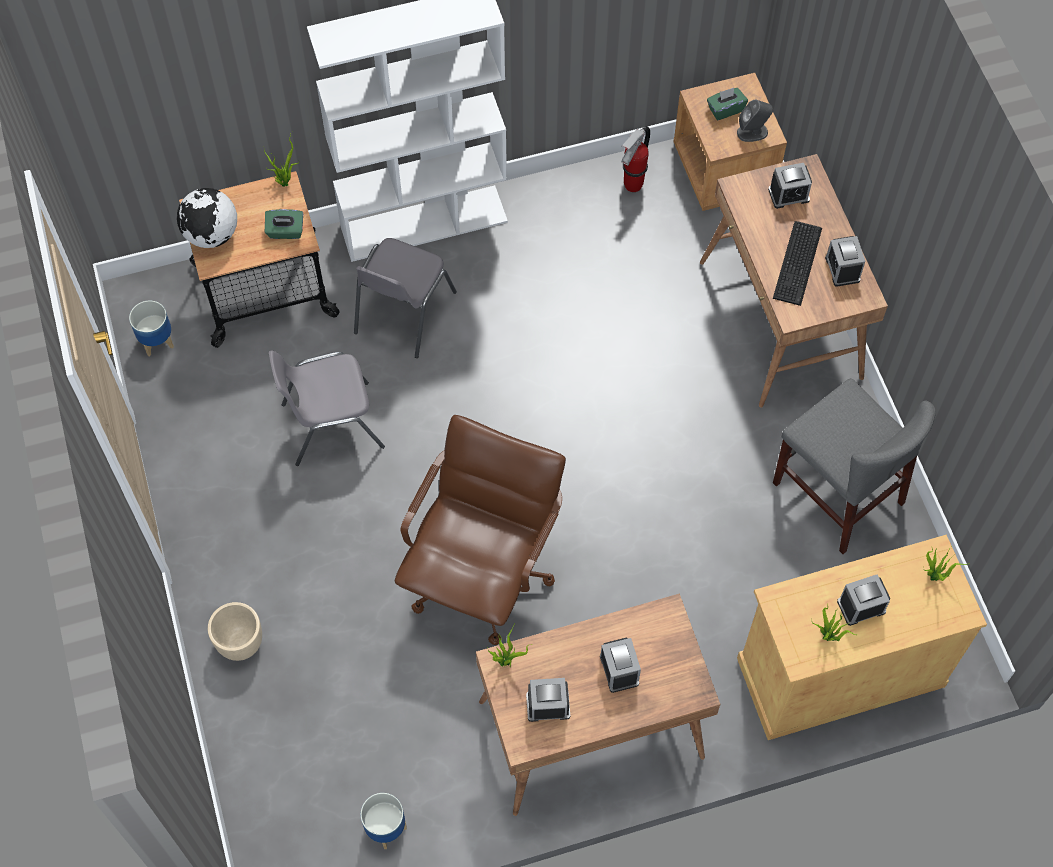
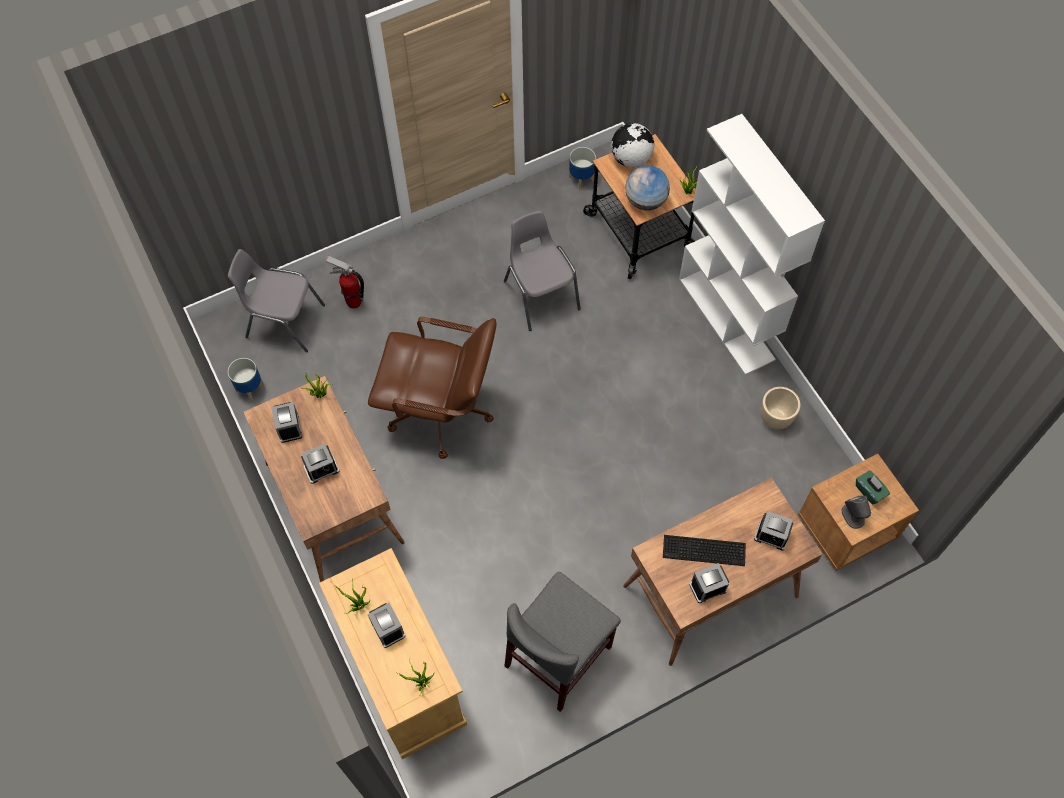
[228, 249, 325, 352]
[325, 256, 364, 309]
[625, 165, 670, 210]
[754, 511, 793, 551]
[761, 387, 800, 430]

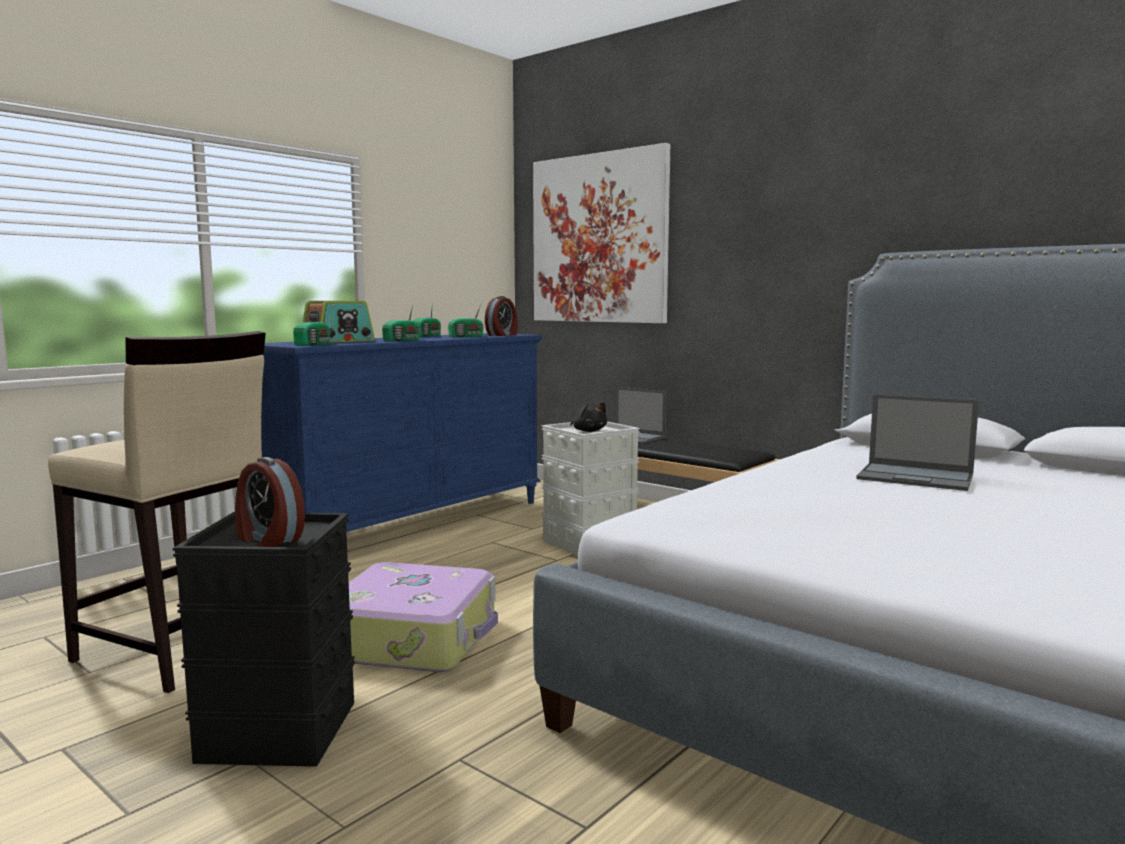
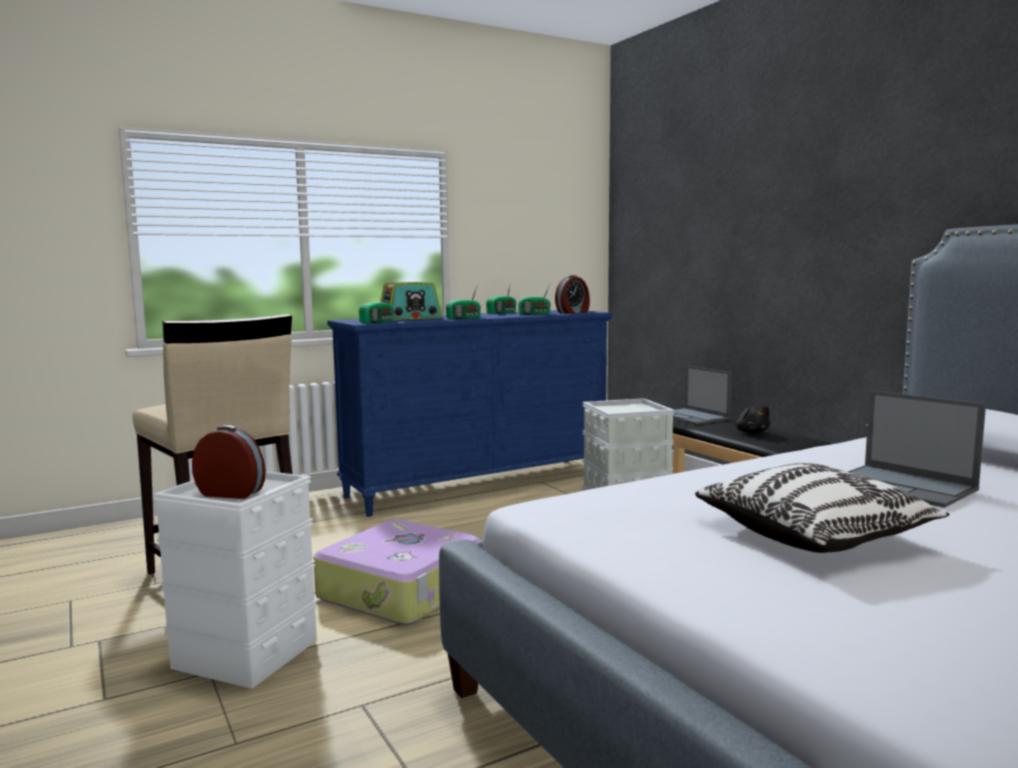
[153, 471, 317, 689]
[192, 425, 266, 499]
[695, 463, 949, 553]
[735, 406, 770, 434]
[533, 143, 670, 323] (first image)

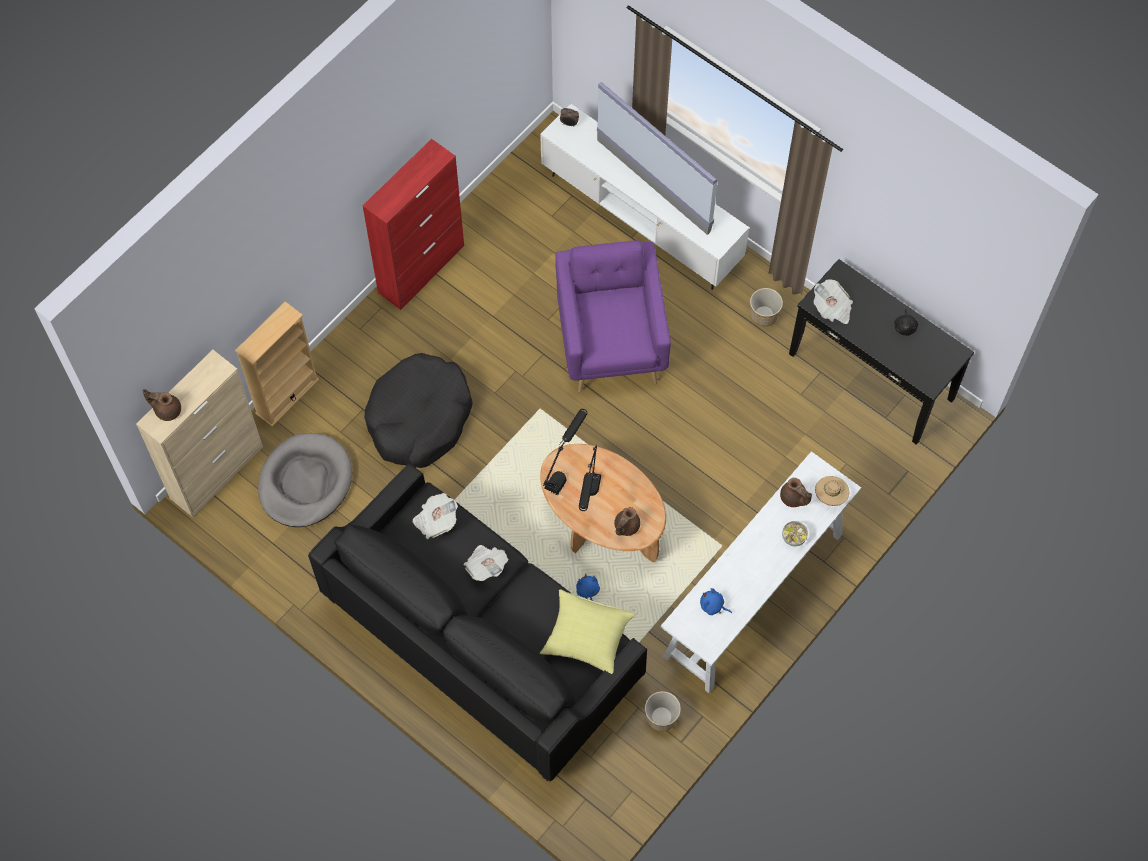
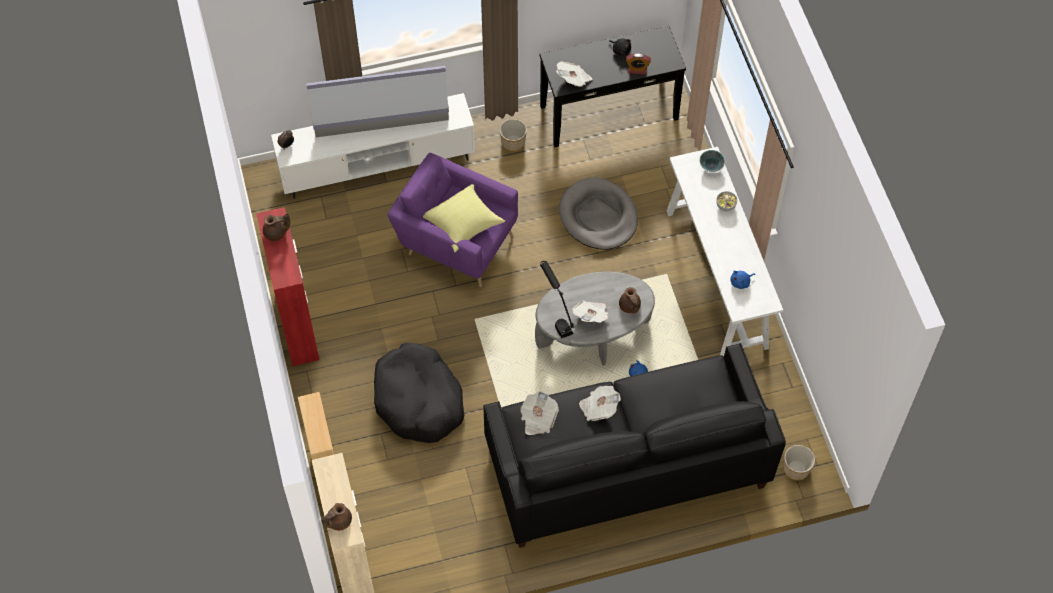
[263, 213, 290, 241]
[423, 184, 505, 252]
[535, 272, 655, 366]
[559, 177, 638, 250]
[572, 301, 608, 323]
[626, 54, 651, 75]
[699, 150, 725, 172]
[784, 445, 815, 480]

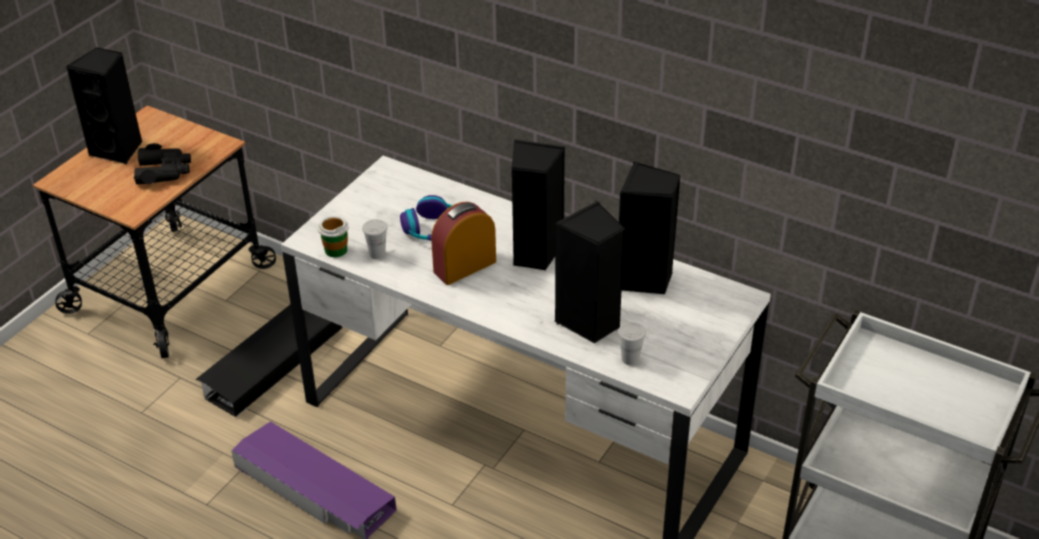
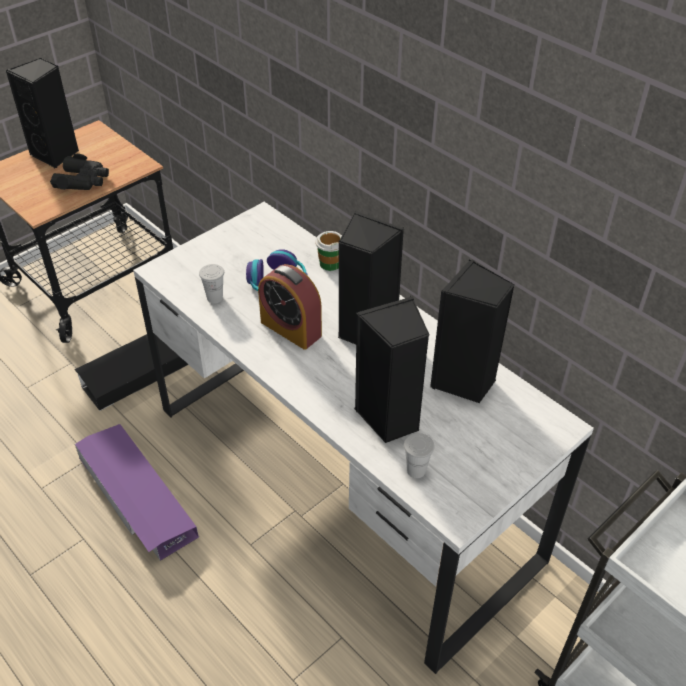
[258, 264, 322, 350]
[315, 231, 342, 271]

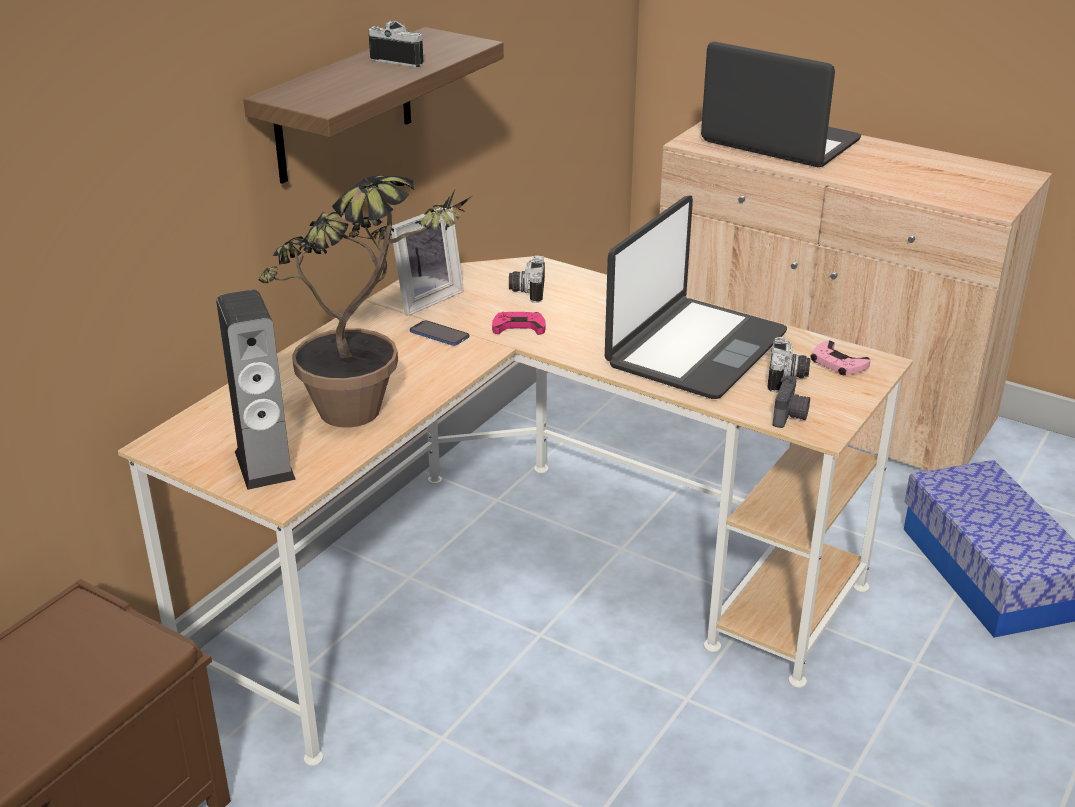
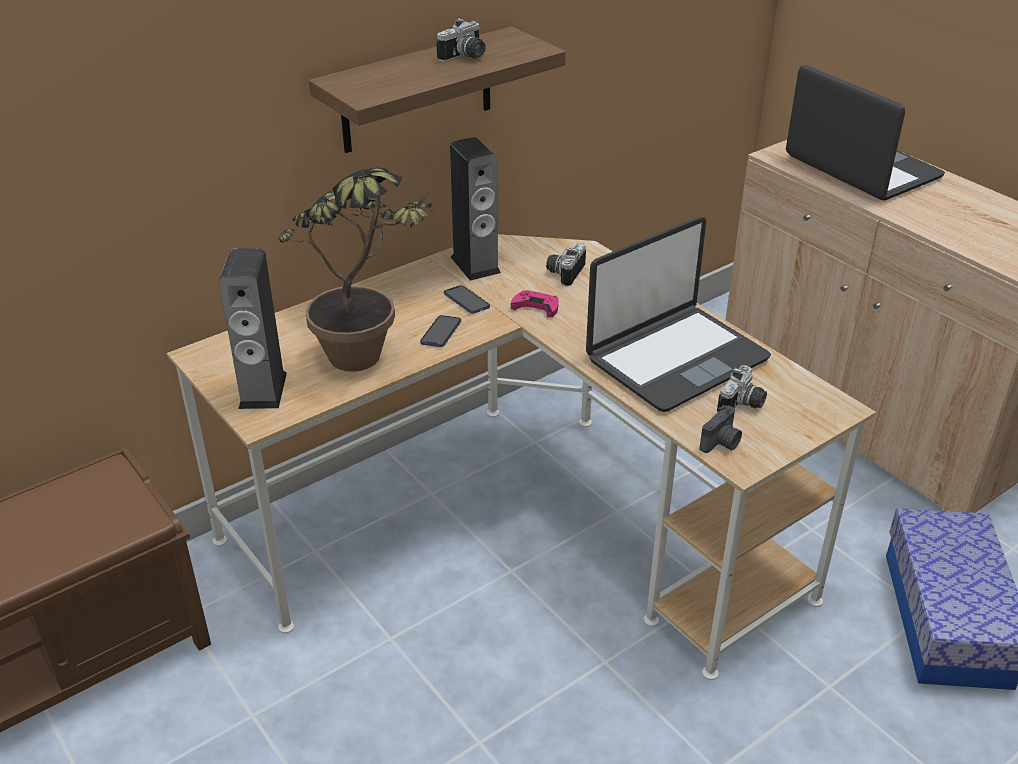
[420, 315, 461, 347]
[436, 18, 486, 62]
[450, 137, 501, 281]
[811, 340, 870, 375] (first image)

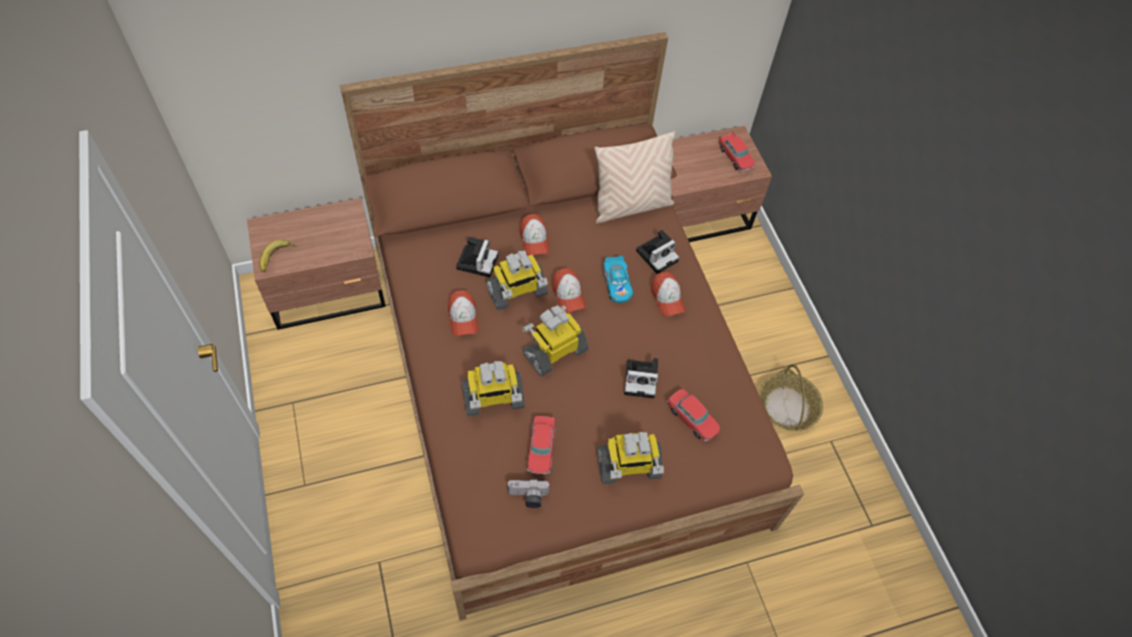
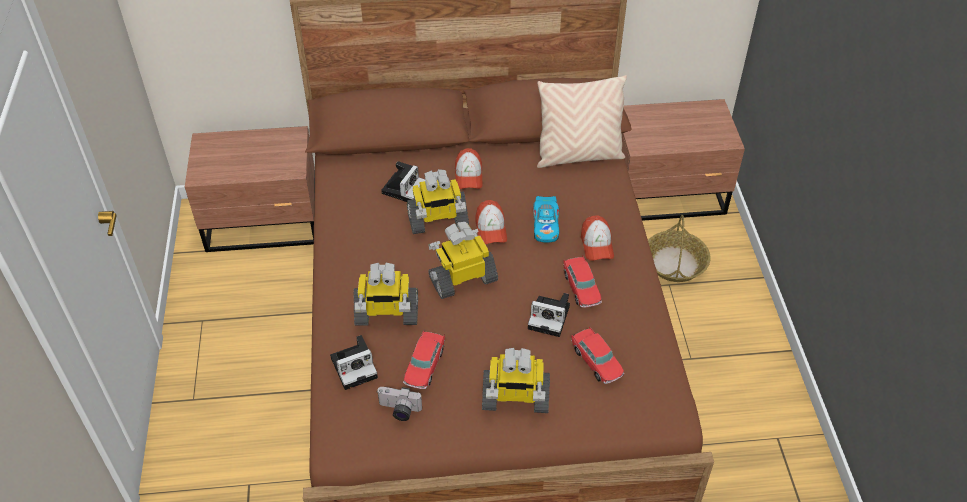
[330, 335, 378, 390]
[563, 256, 602, 307]
[648, 215, 711, 282]
[259, 239, 297, 272] (first image)
[448, 290, 479, 336] (first image)

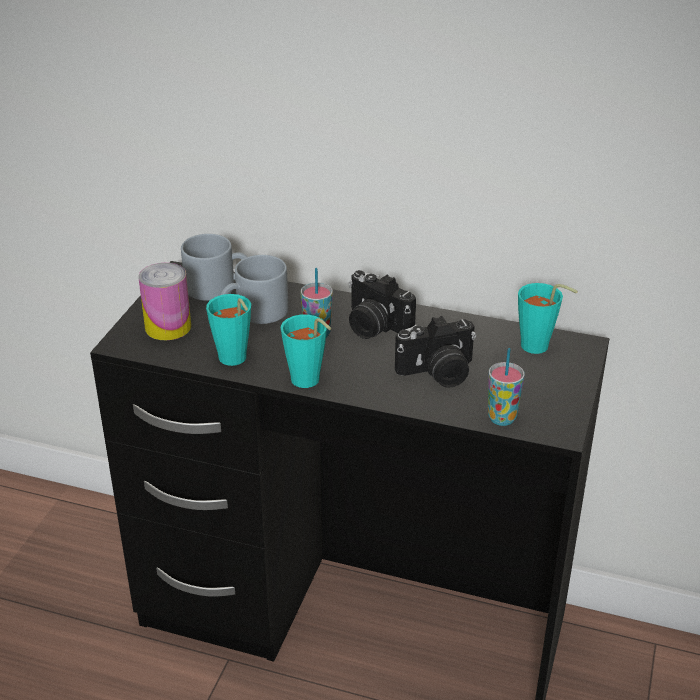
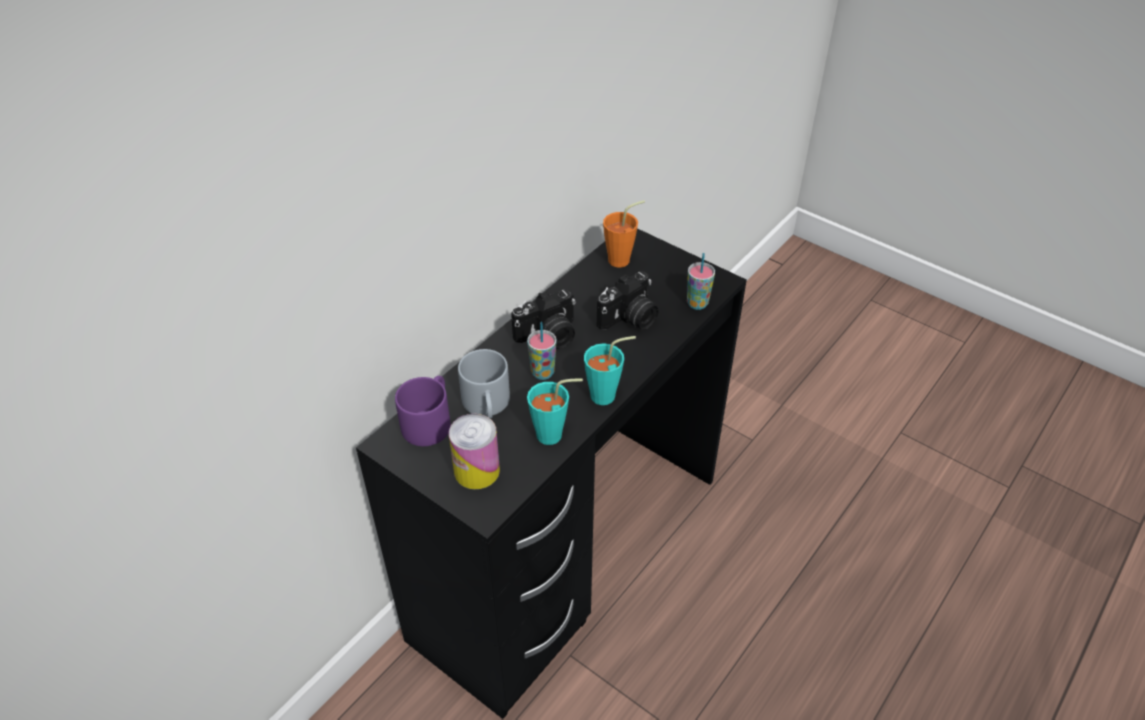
[395, 376, 451, 446]
[596, 271, 659, 330]
[603, 200, 645, 268]

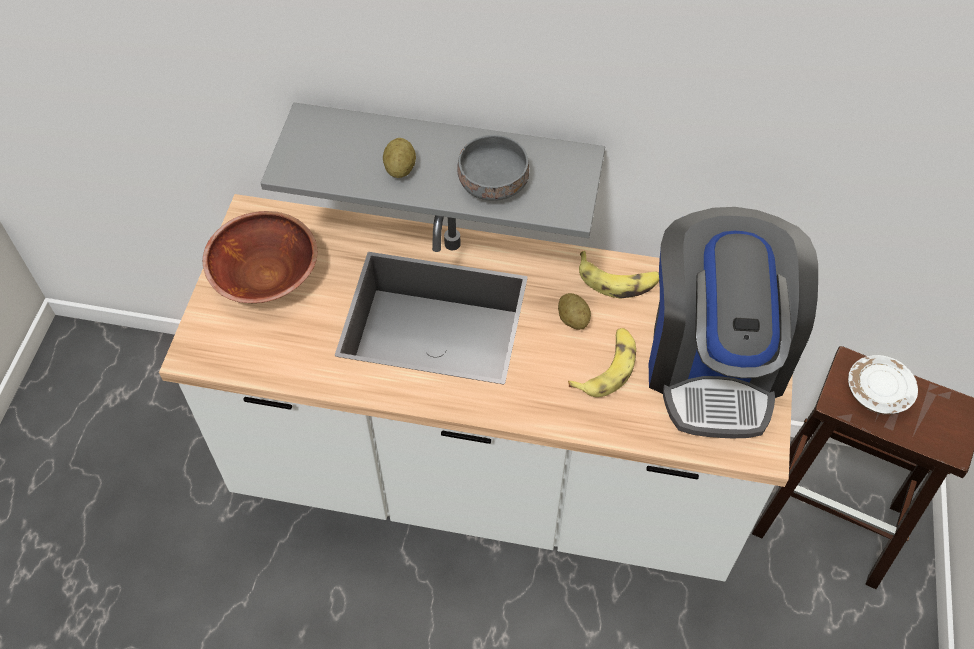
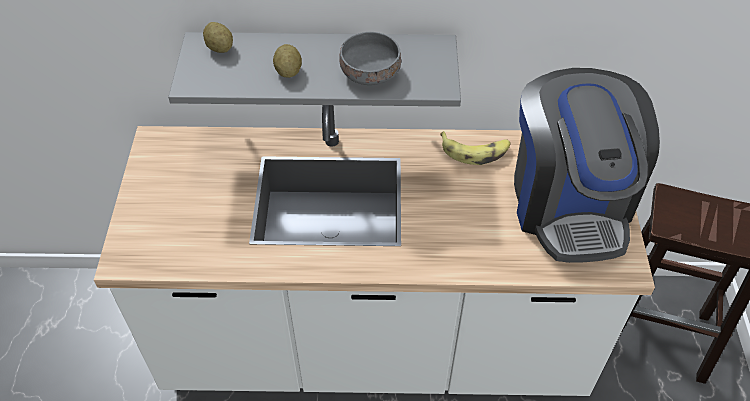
[203, 22, 233, 53]
[203, 211, 317, 303] (first image)
[568, 328, 636, 397] (first image)
[848, 355, 918, 415] (first image)

